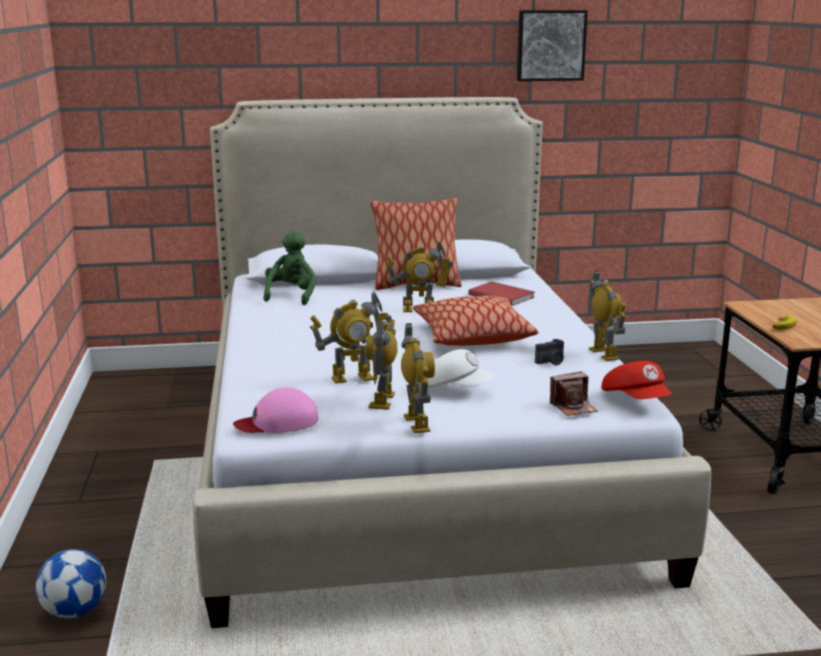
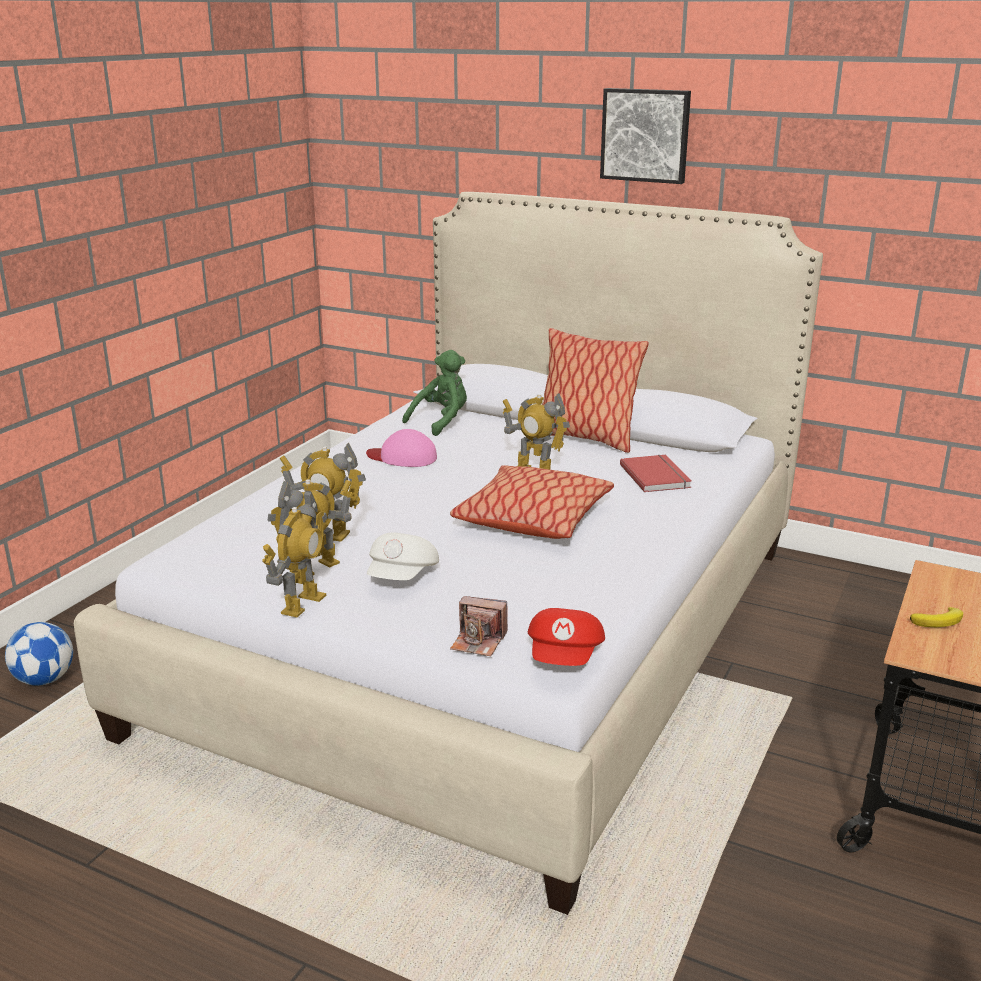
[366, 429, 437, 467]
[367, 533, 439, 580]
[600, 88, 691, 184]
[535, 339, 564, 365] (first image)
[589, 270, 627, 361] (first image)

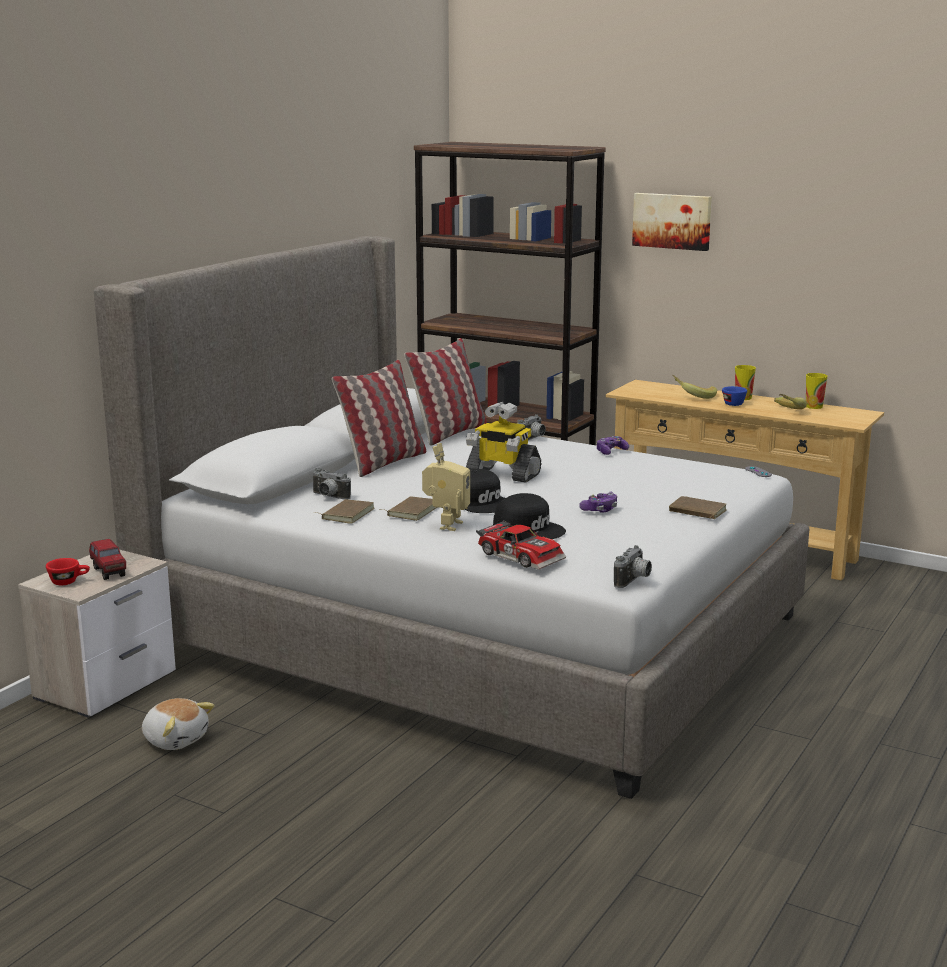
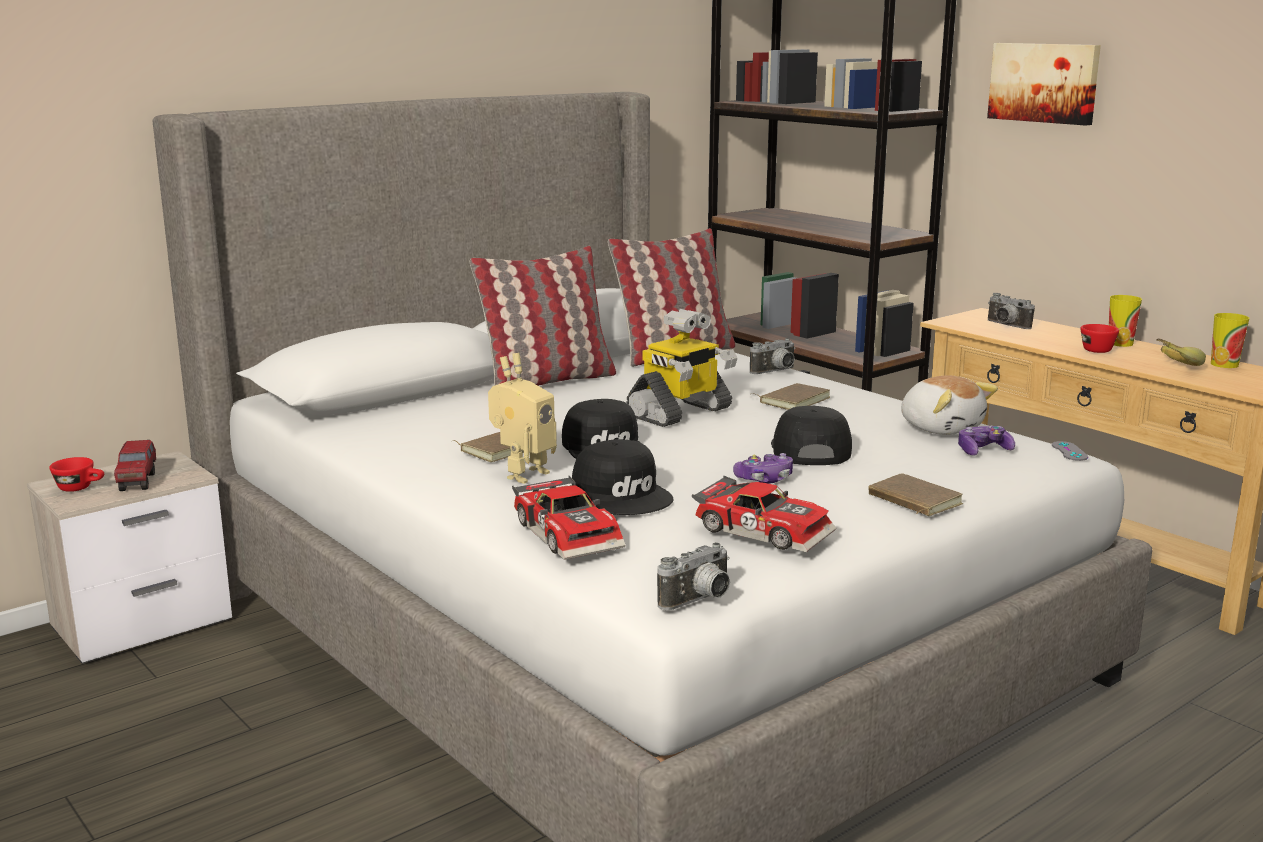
[626, 309, 738, 427]
[692, 476, 836, 552]
[752, 383, 830, 410]
[771, 406, 852, 465]
[901, 375, 998, 435]
[958, 426, 1015, 456]
[988, 293, 1035, 329]
[1080, 324, 1119, 353]
[673, 375, 717, 399] (first image)

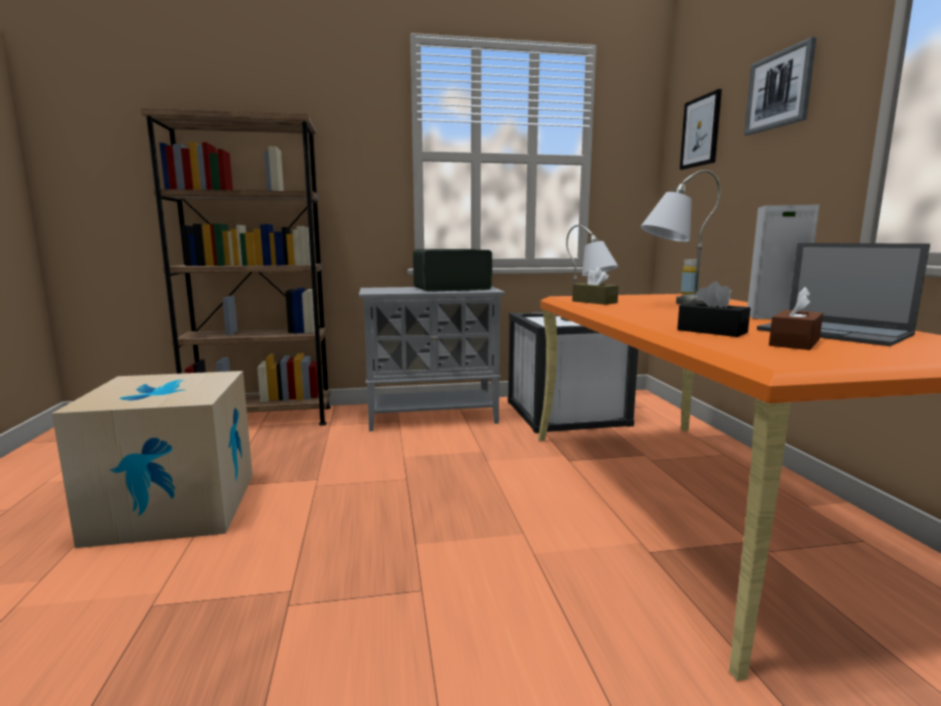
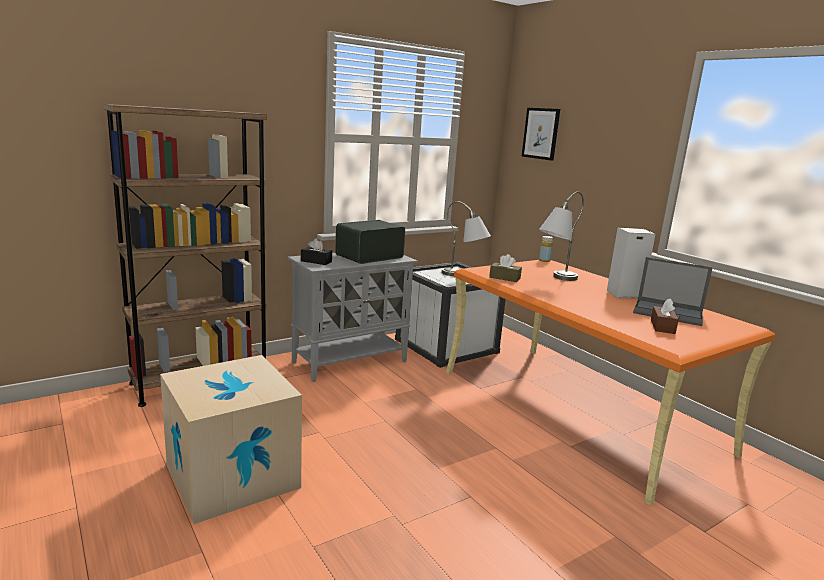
[301, 239, 332, 265]
[744, 37, 817, 136] (first image)

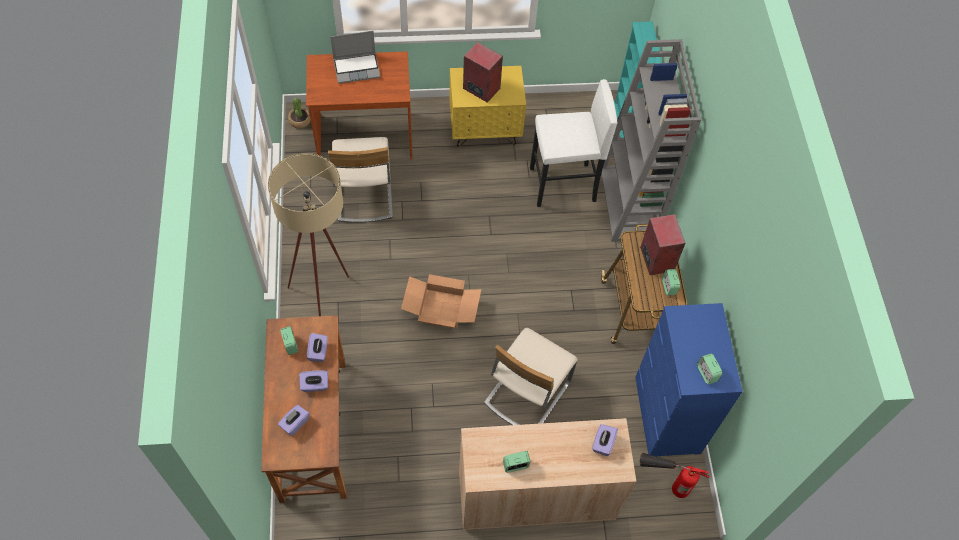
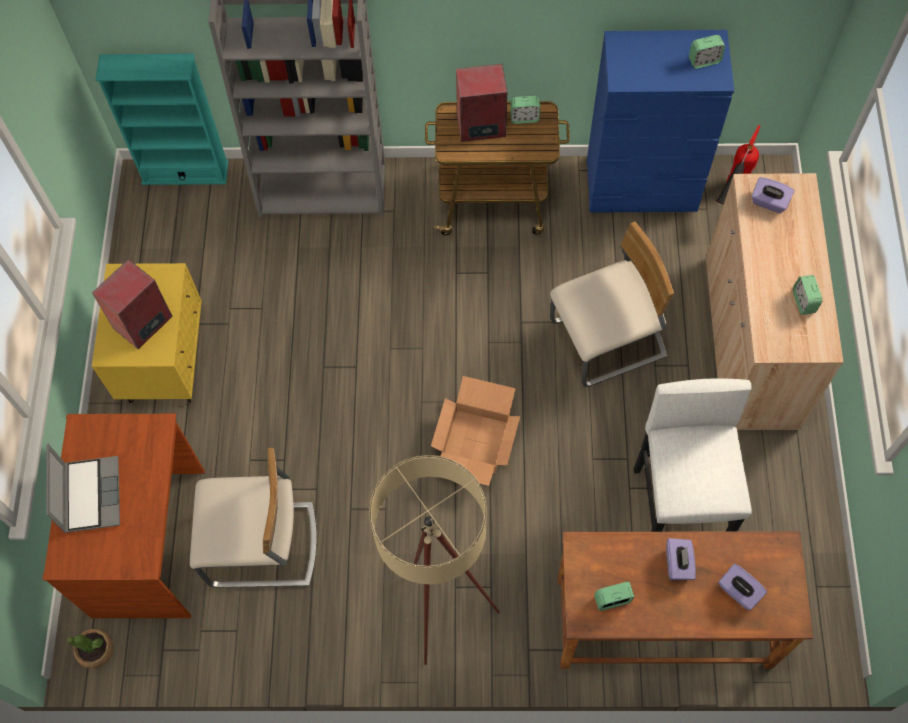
[550, 222, 674, 387]
[634, 378, 752, 532]
[307, 333, 328, 362] (first image)

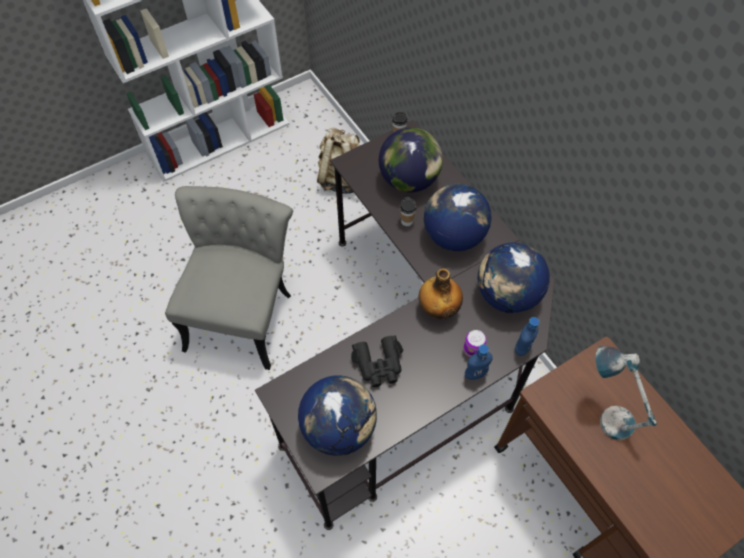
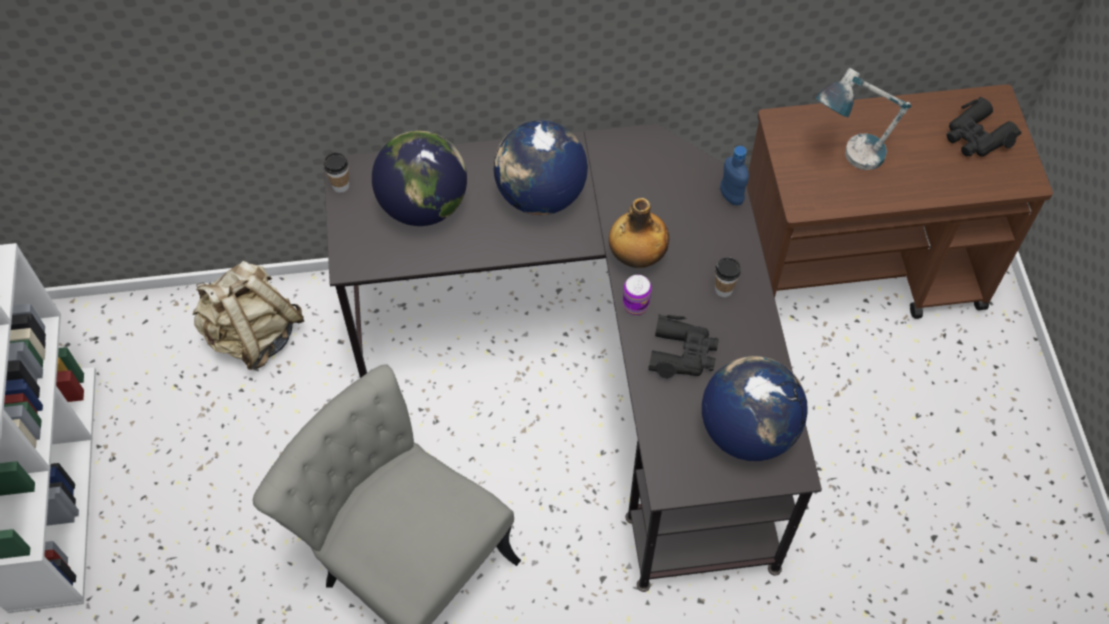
[623, 275, 652, 315]
[715, 257, 741, 297]
[946, 97, 1021, 156]
[465, 344, 493, 380] (first image)
[477, 242, 550, 313] (first image)

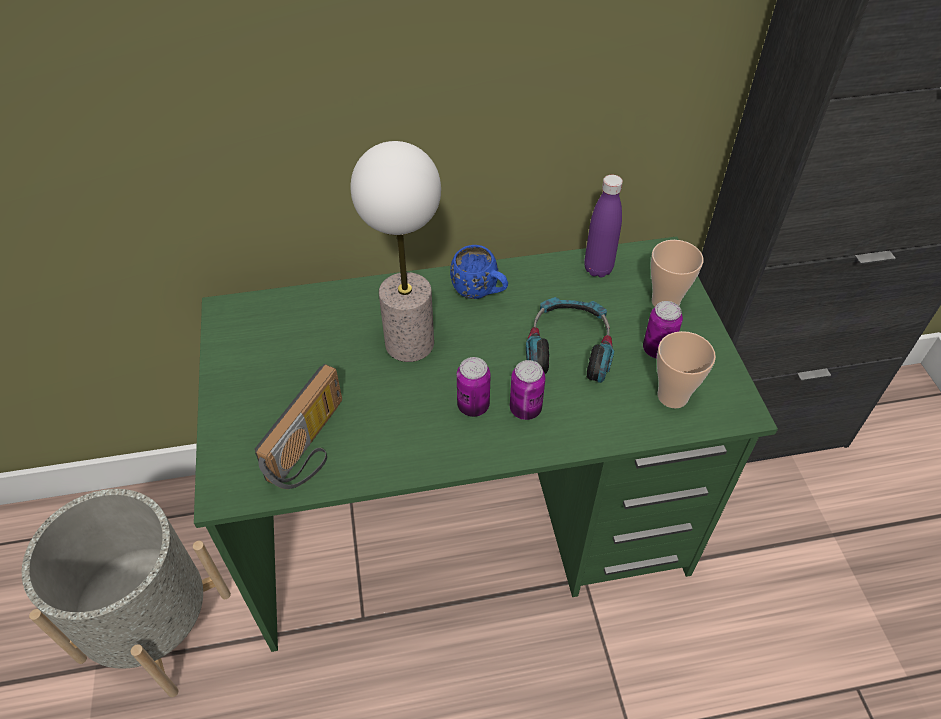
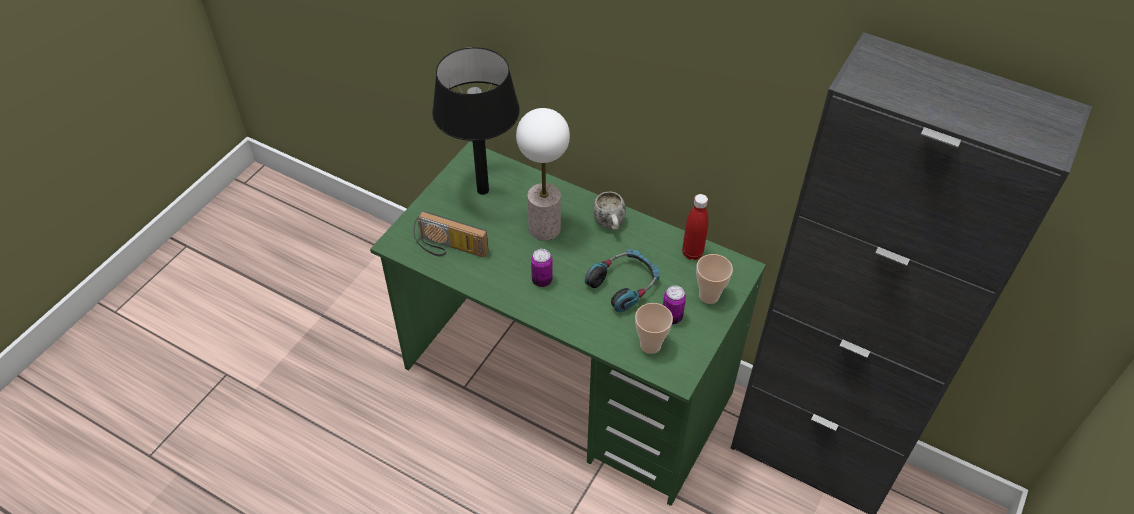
[414, 211, 489, 257]
[432, 47, 520, 195]
[593, 192, 626, 230]
[682, 194, 708, 260]
[22, 489, 231, 697] (first image)
[510, 360, 545, 420] (first image)

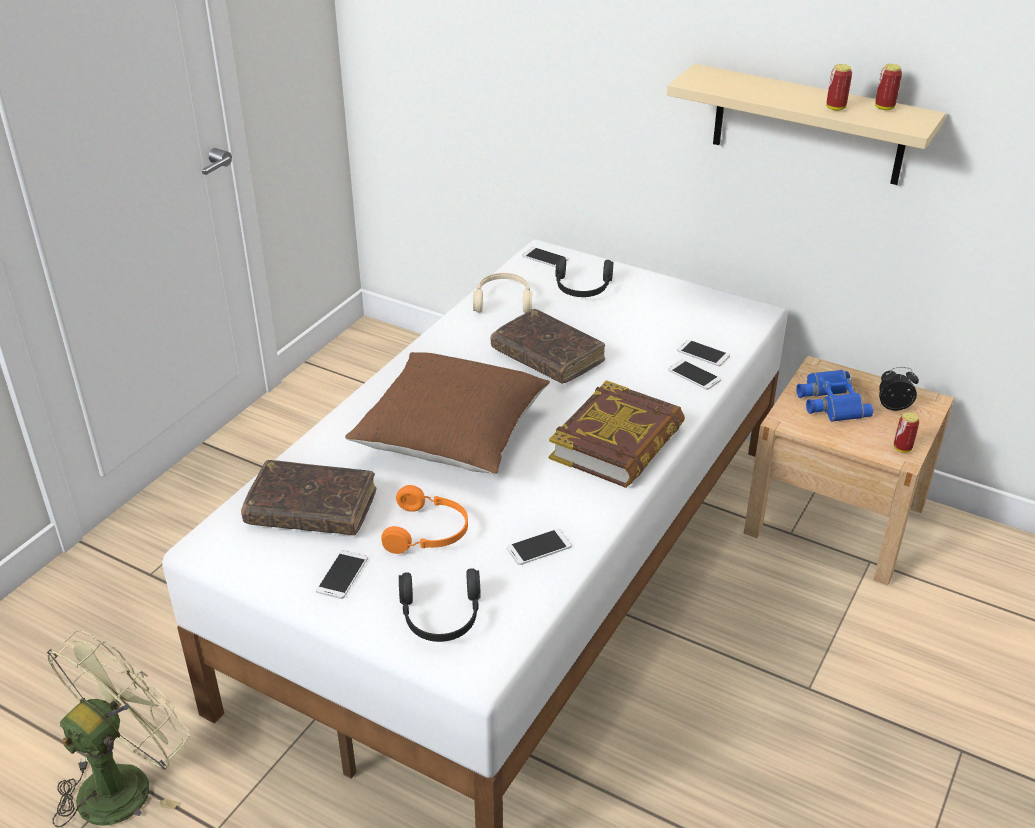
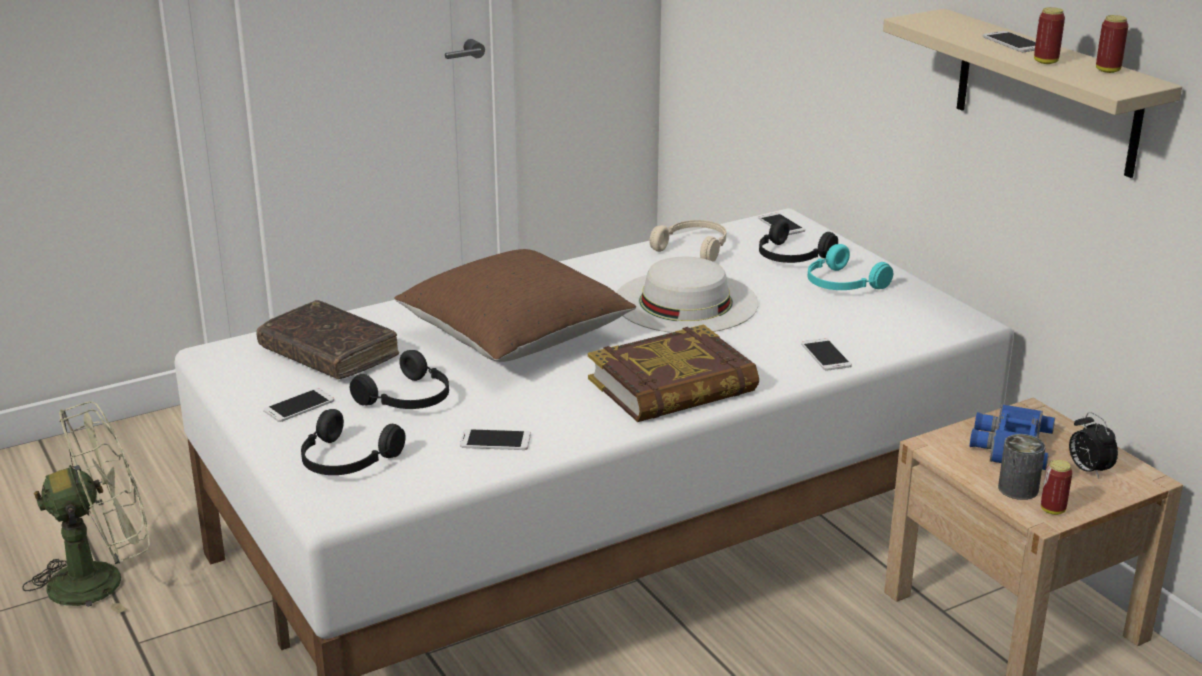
[350, 350, 449, 409]
[616, 257, 758, 333]
[808, 244, 893, 290]
[983, 31, 1036, 52]
[998, 434, 1046, 500]
[1069, 412, 1118, 479]

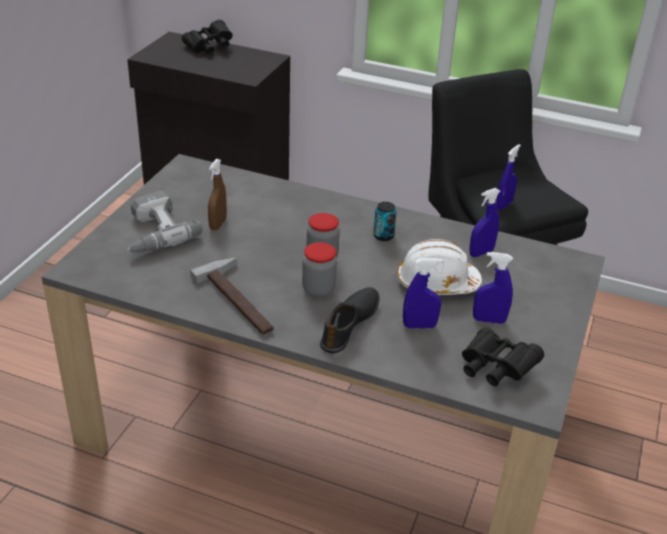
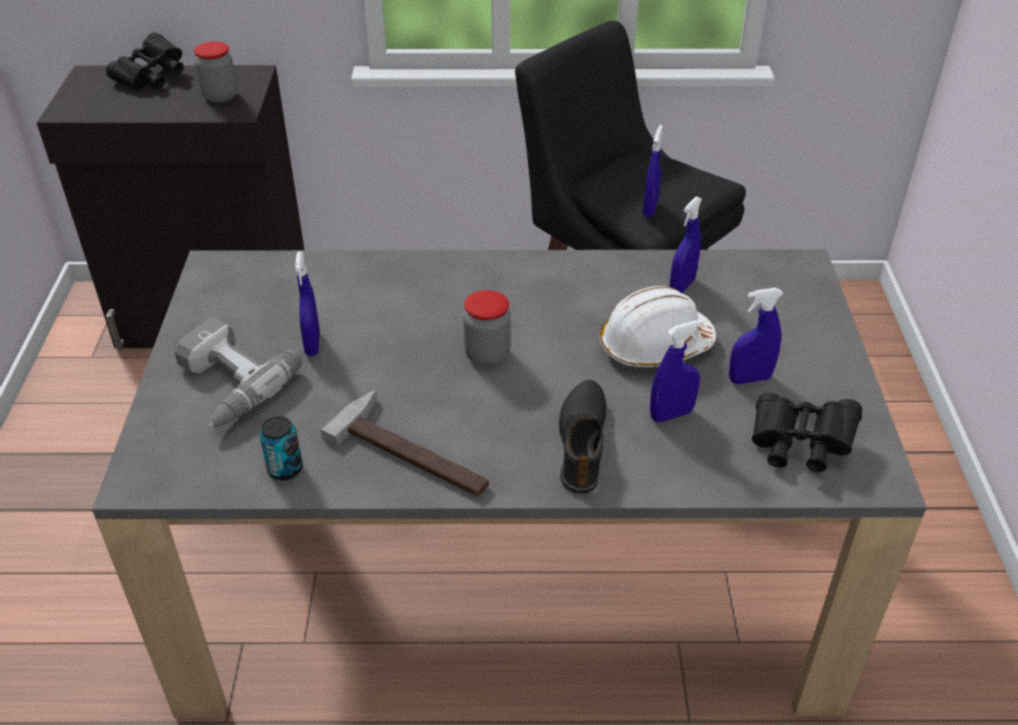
[194, 41, 237, 103]
[260, 416, 303, 480]
[295, 252, 320, 356]

